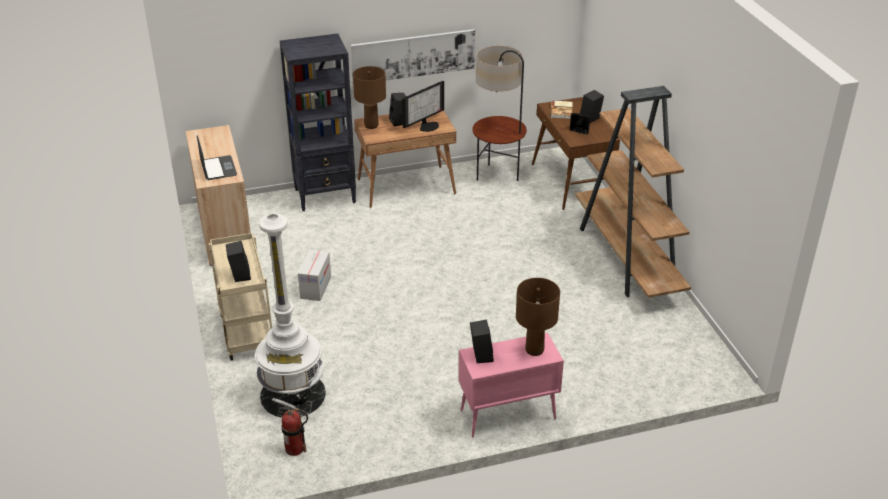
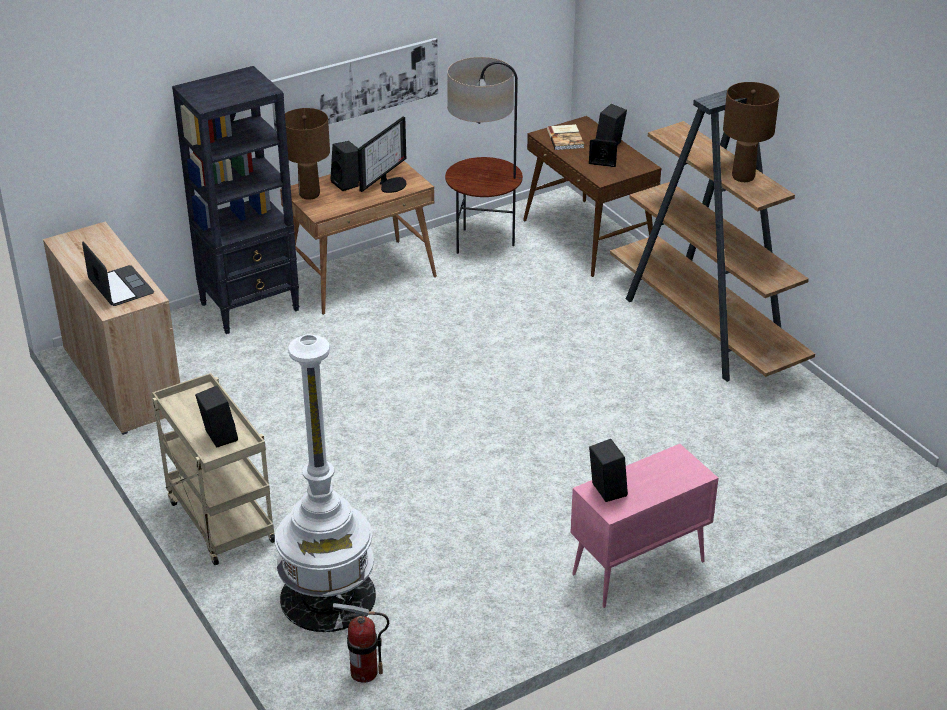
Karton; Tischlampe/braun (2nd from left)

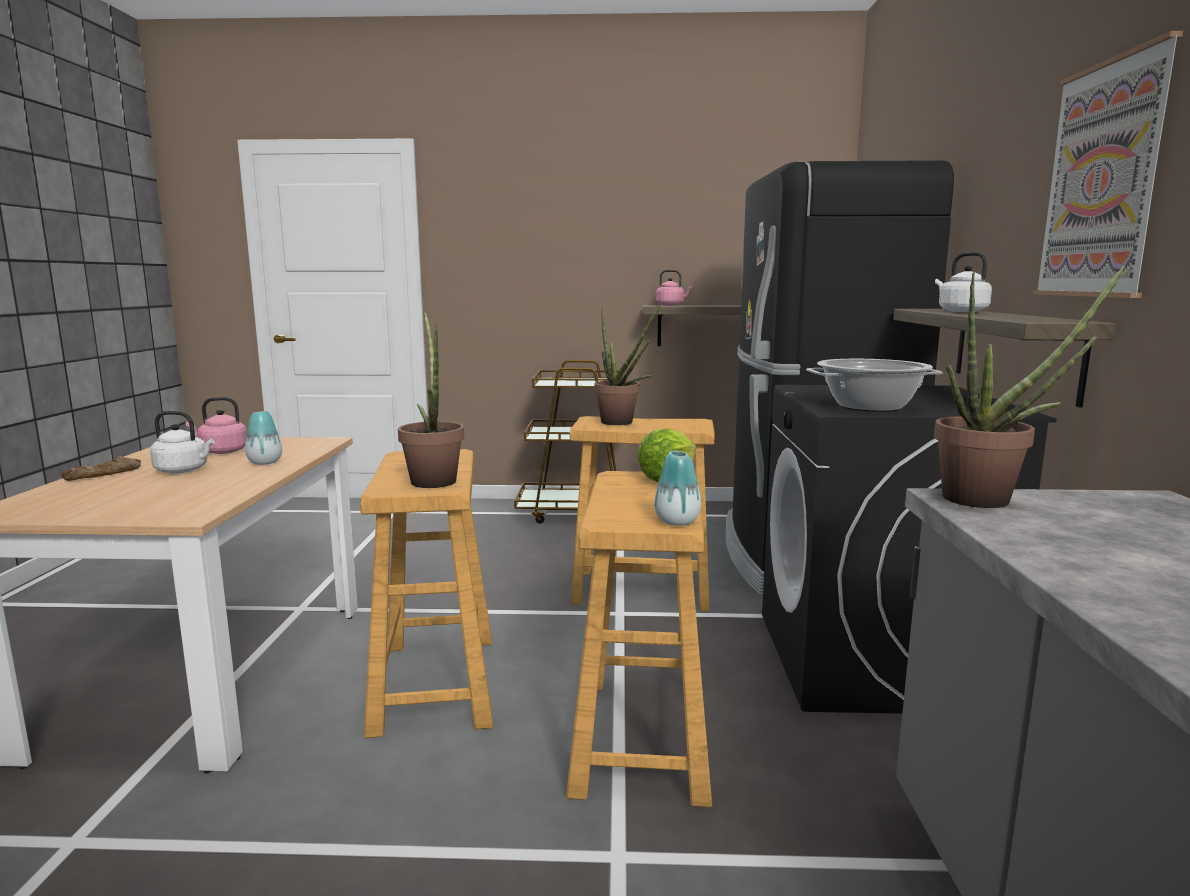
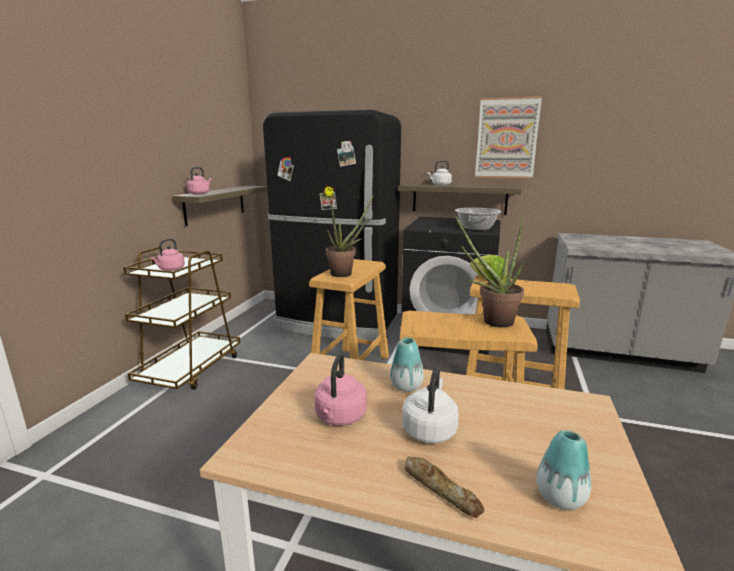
Topfpflanze (3rd from left in the first image); Vase (2nd from left); Wasserkessel/rosa (1st from left)

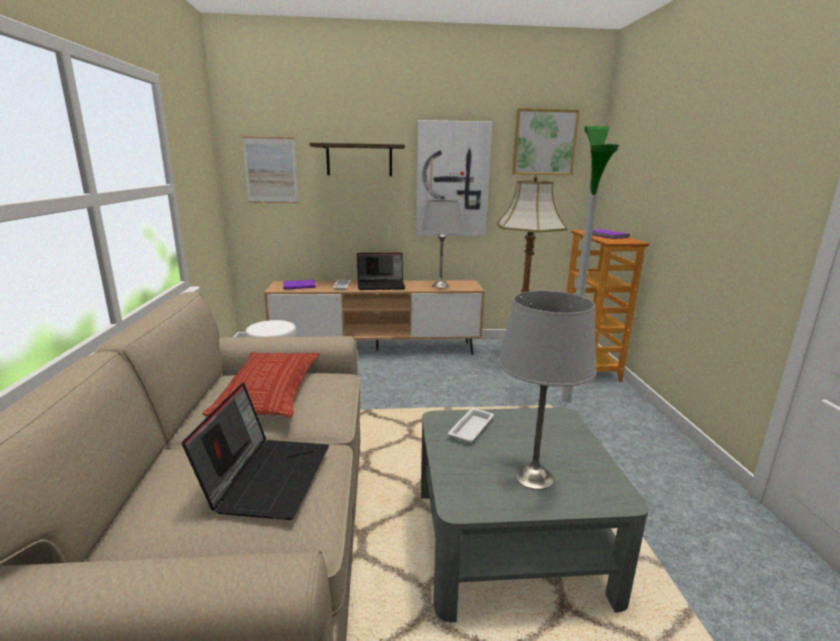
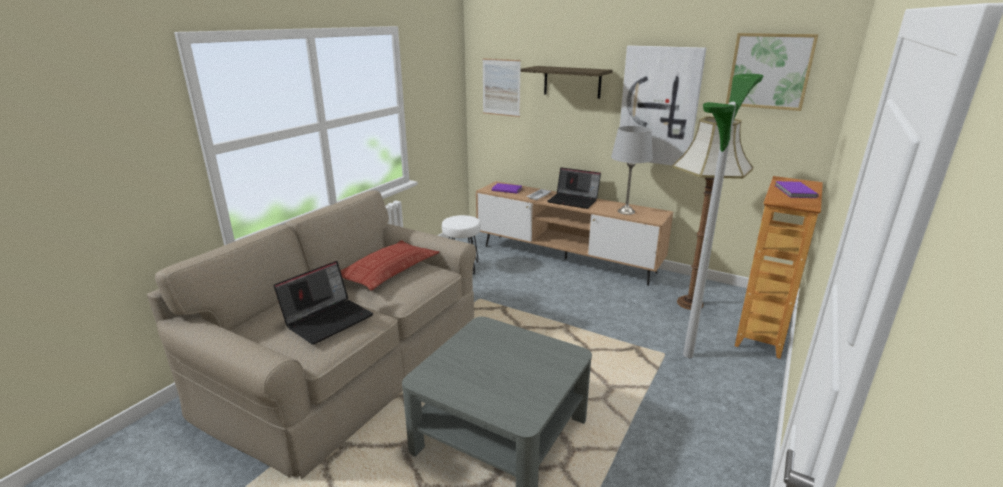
Tischlampe/grau (2nd from left in the first image); Tablett/weiß (2nd from left in the first image)

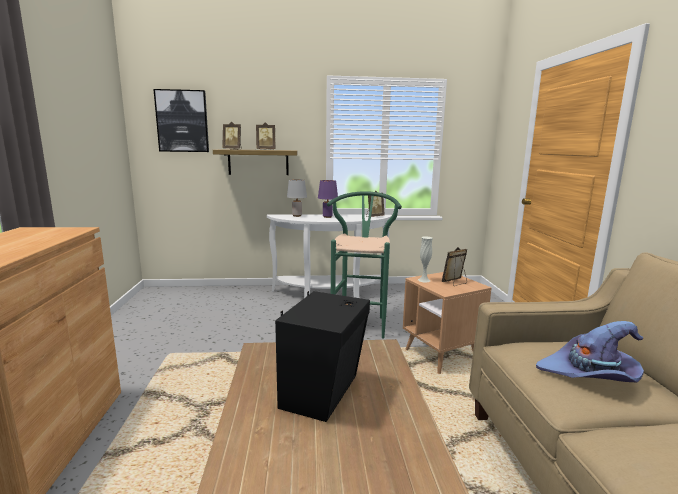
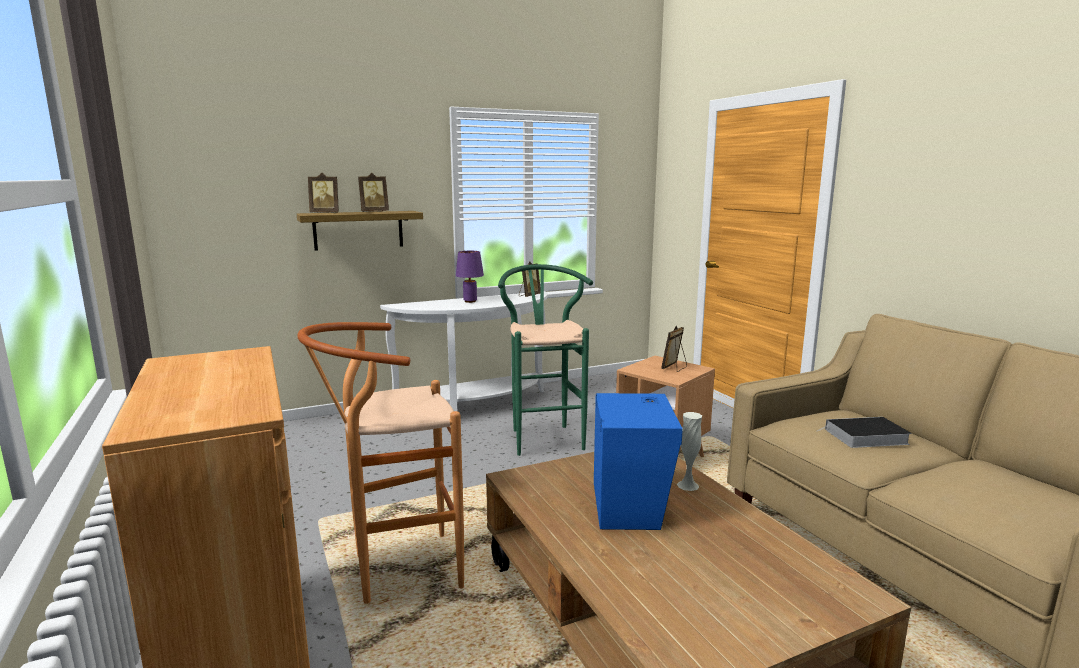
Bild; Tischlampe/grau; Vase/weiß; Lautsprecher/blau; Buch; Hocker/braun

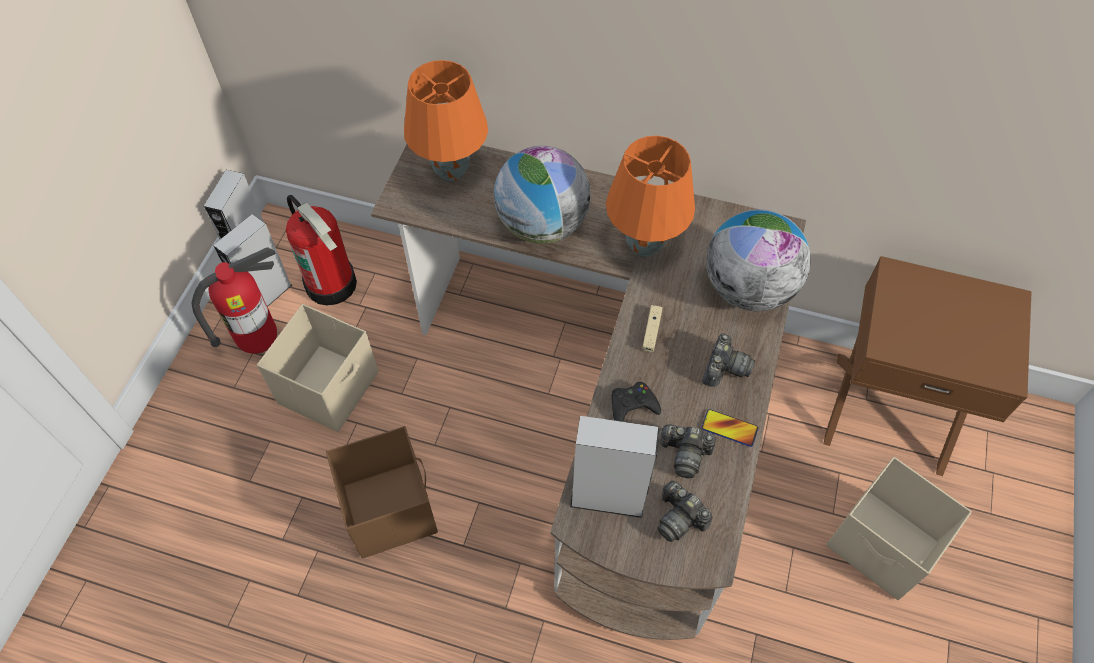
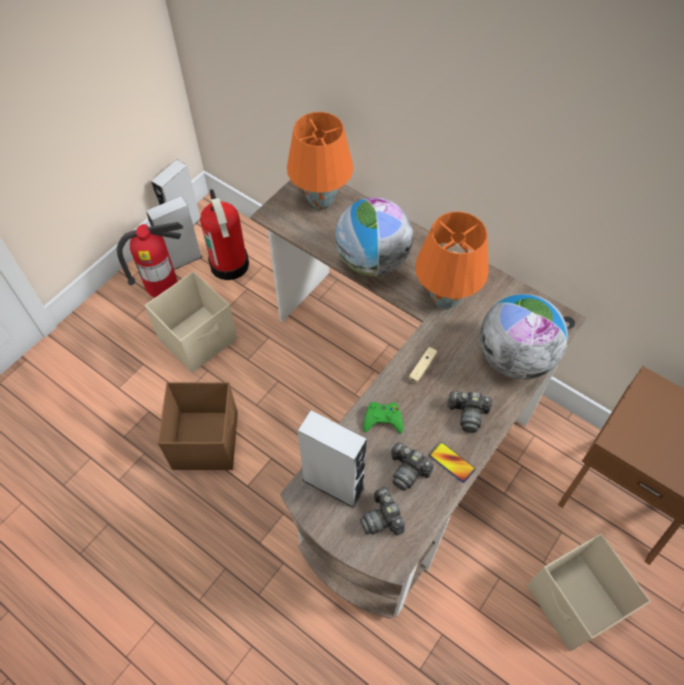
Kamera (3rd from left); Gamepad/grün

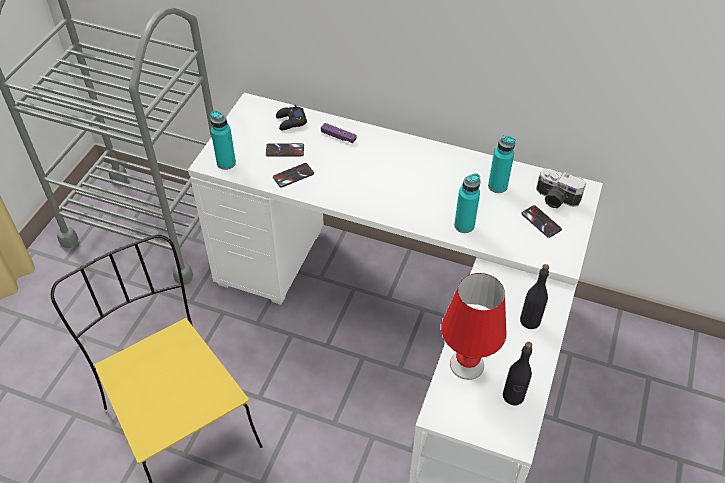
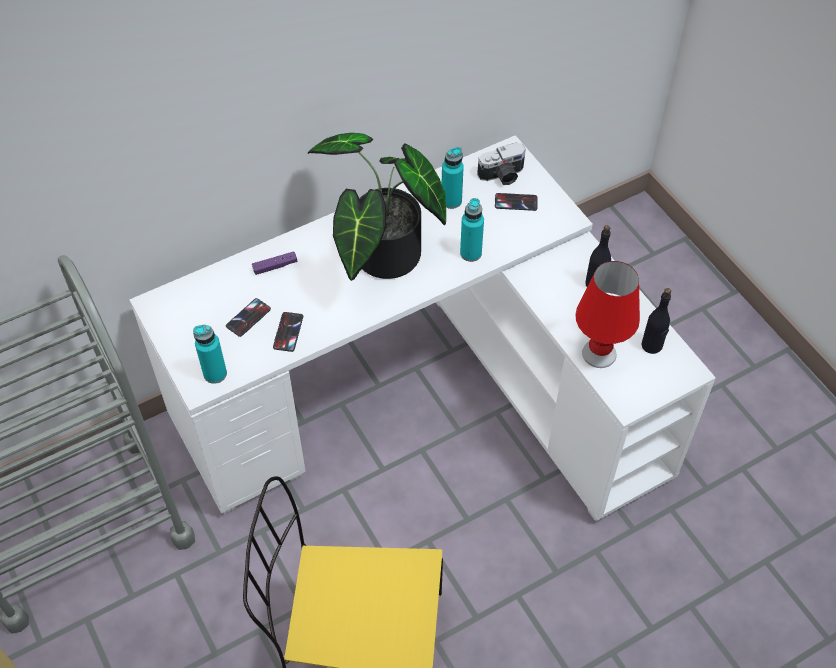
Gamepad/schwarz; Topfpflanze

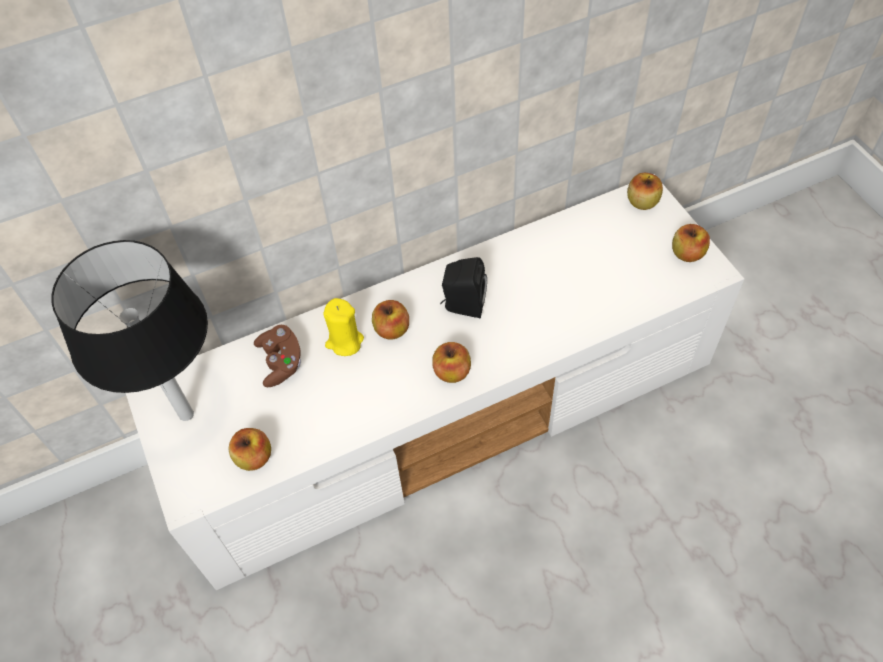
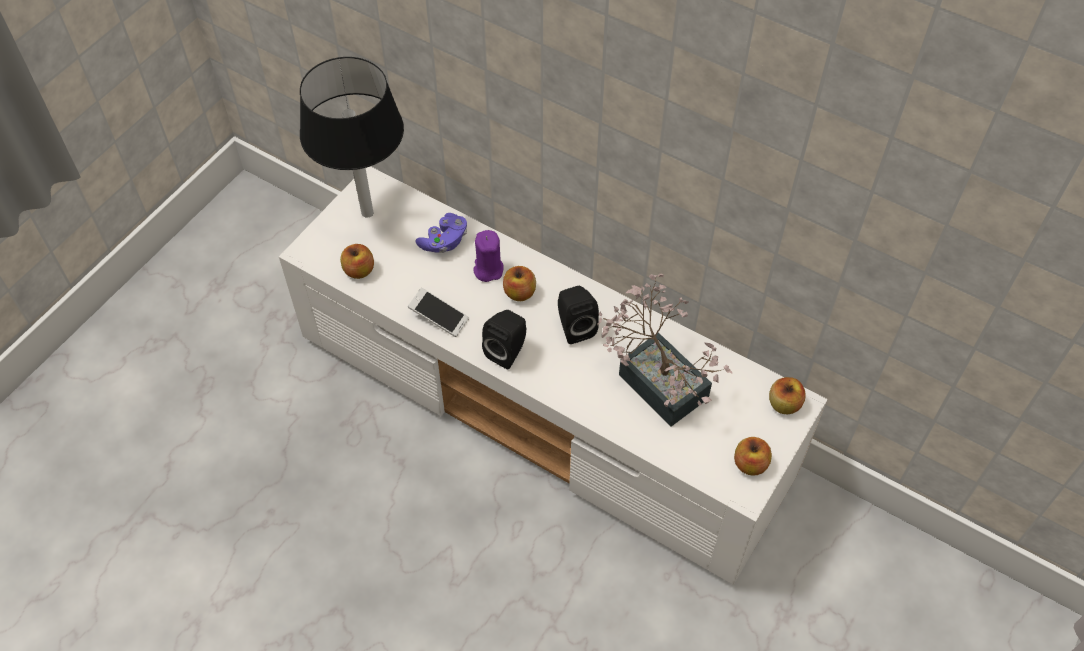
Kerze/lila; Gamepad/lila; Lautsprecher/schwarz (1st from left); Topfpflanze; Handy

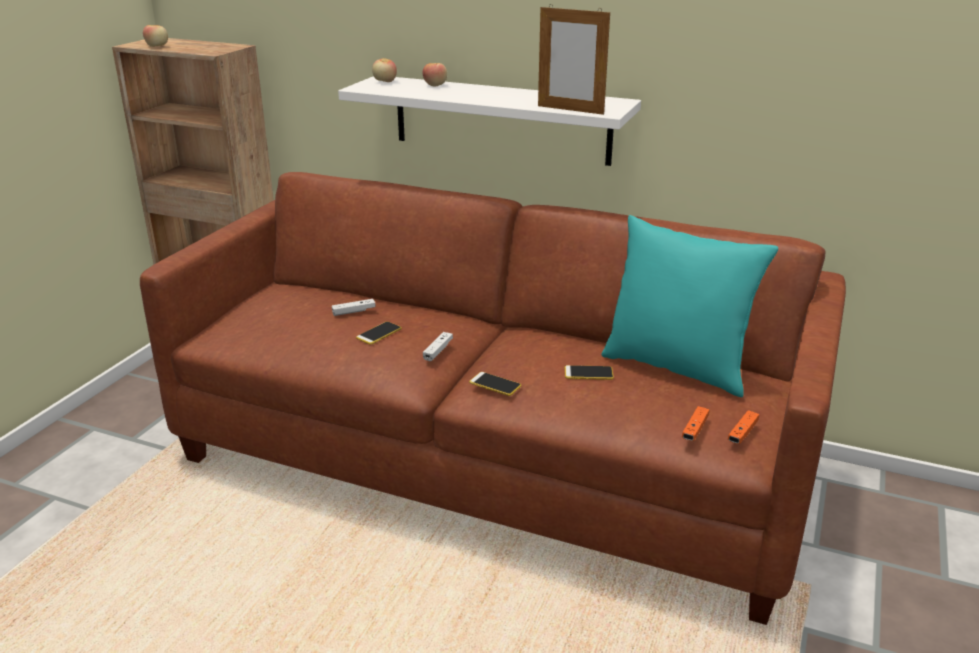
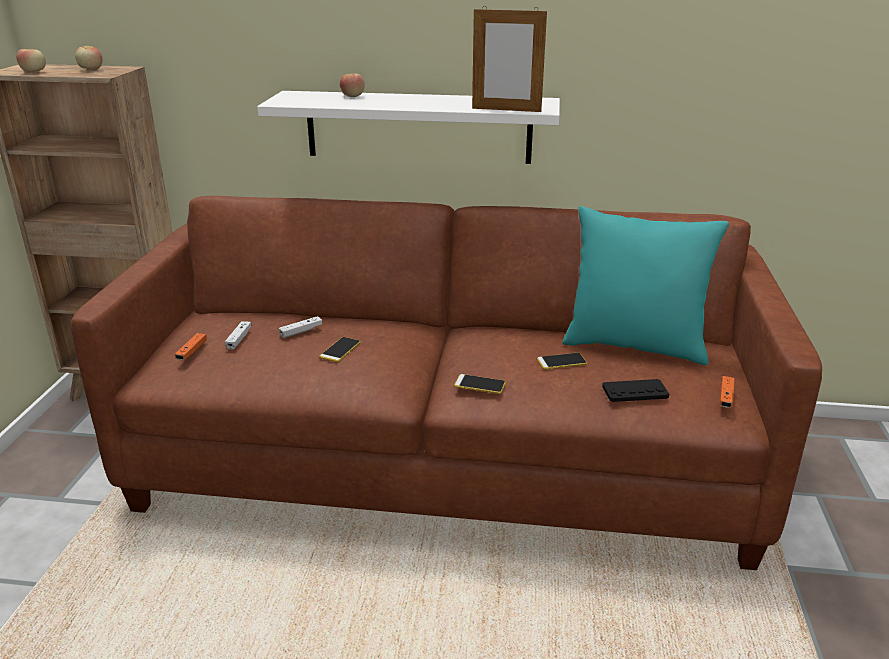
Apfel (2nd from left); Gamepad/weiß (1st from left); Gamepad/orange (1st from left); Gamepad/schwarz

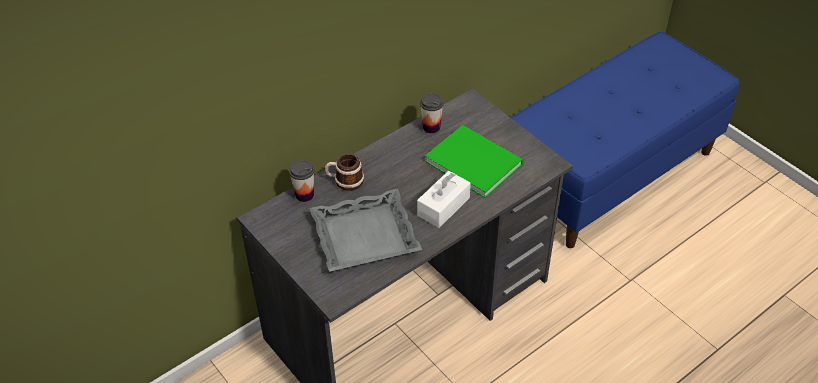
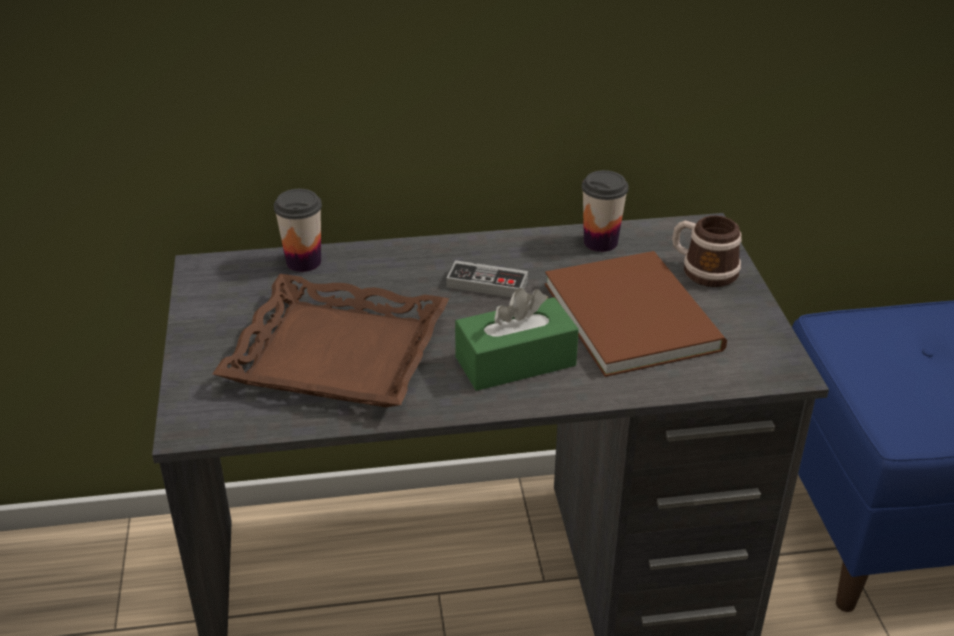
Buch/braun; Henkelbecher; Taschentuchbox/grün; Tablett/braun; Gamepad

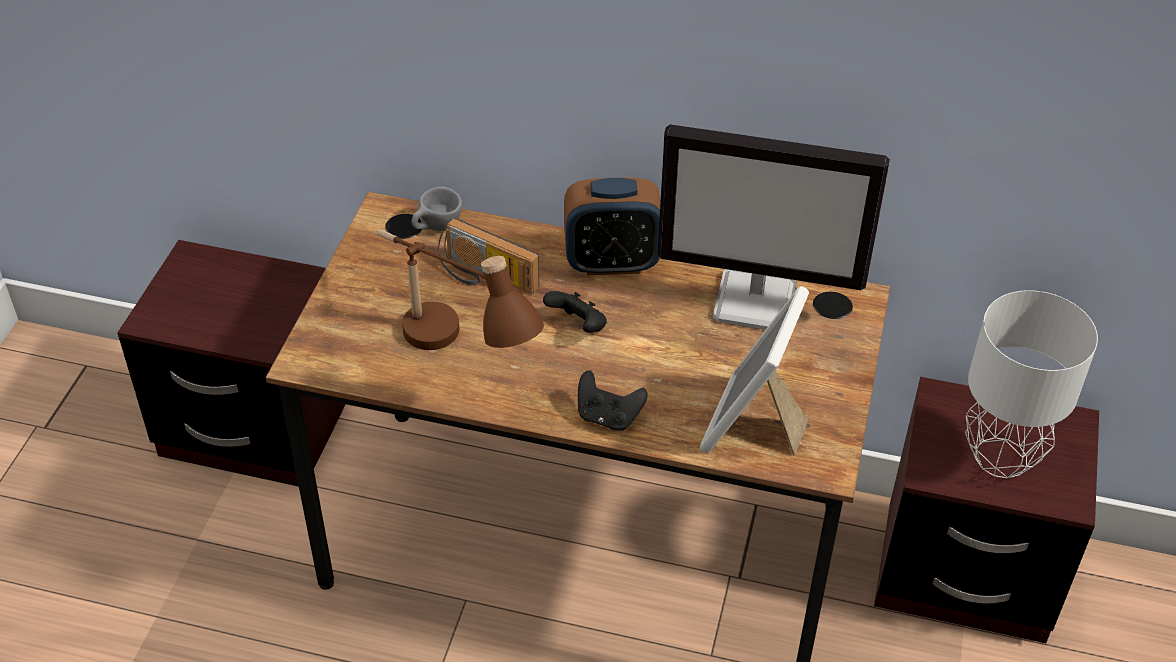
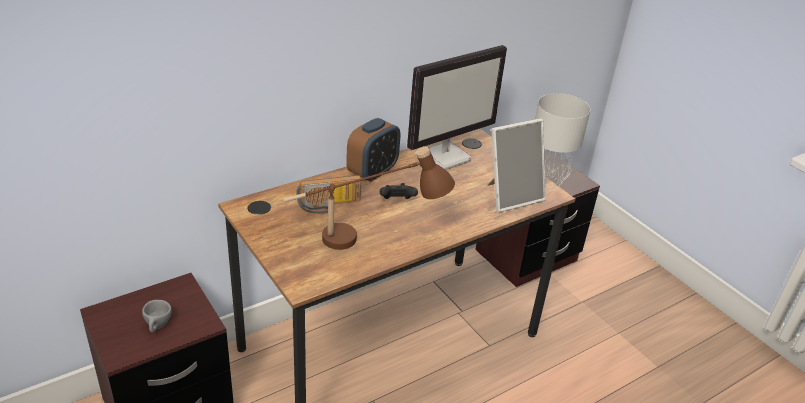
Tasse/grau; Bilderrahmen; Gamepad/schwarz (2nd from left in the first image)

